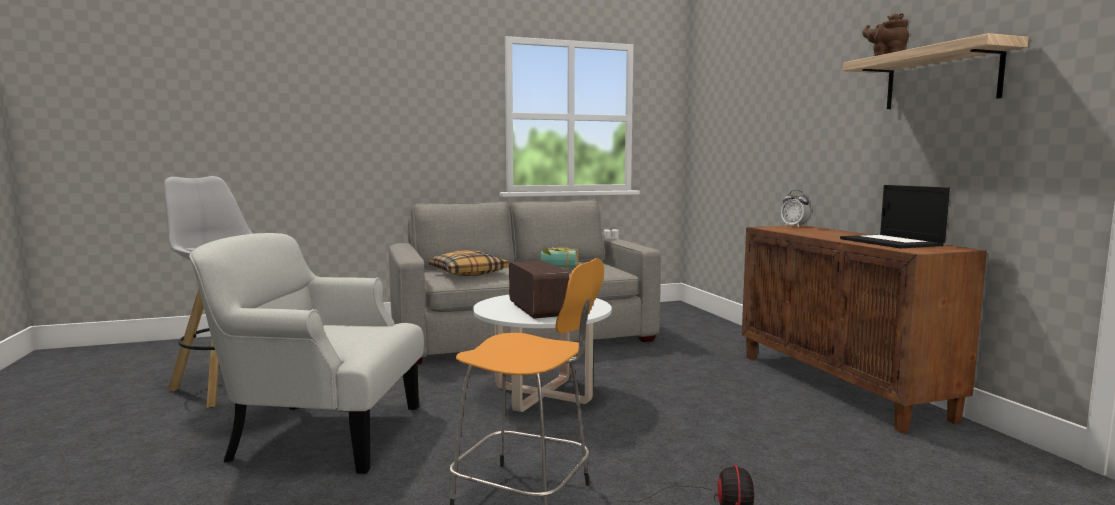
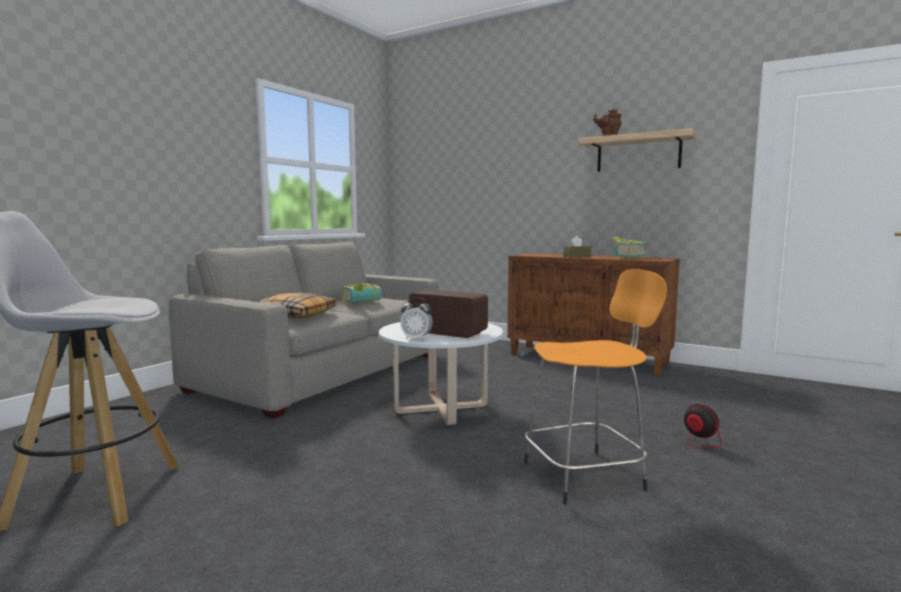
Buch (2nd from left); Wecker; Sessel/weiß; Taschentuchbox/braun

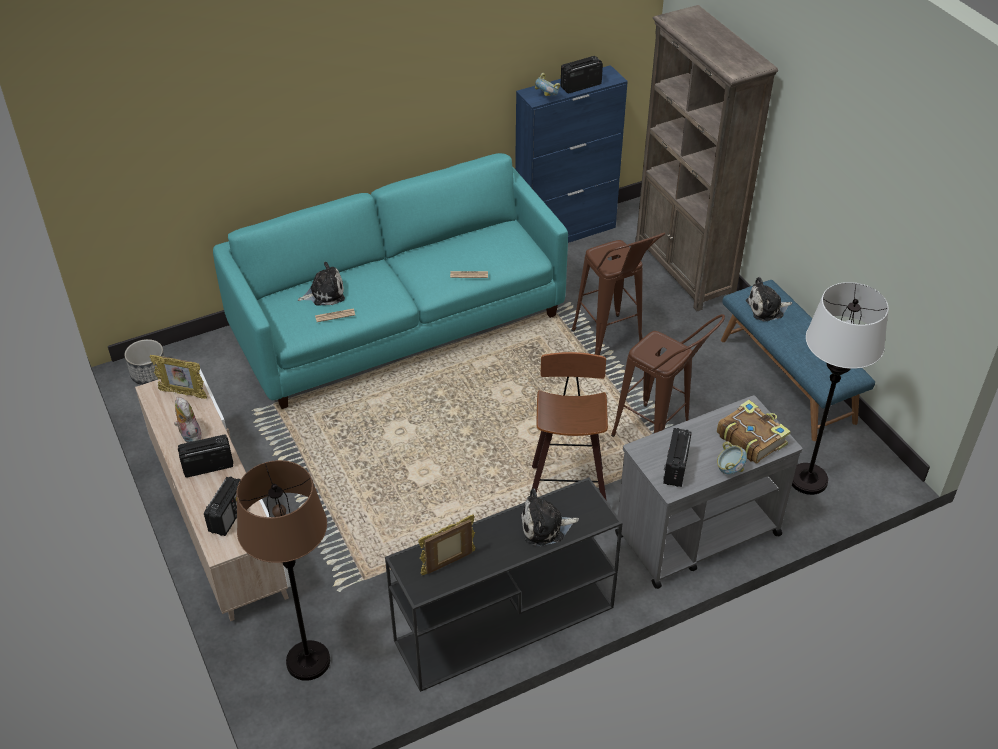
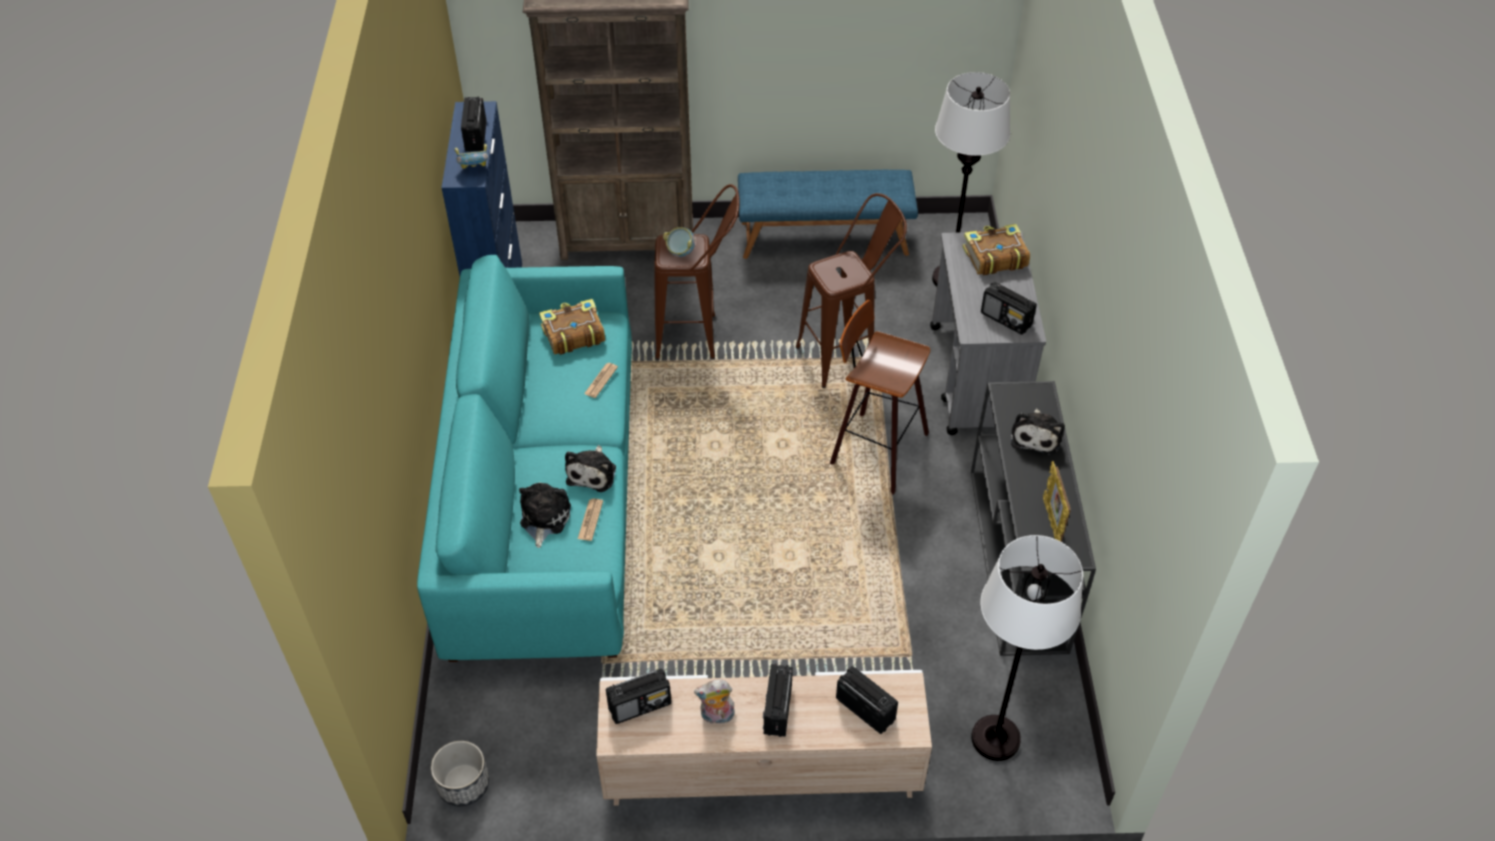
Plüschtier (2nd from left); Radio (2nd from left); Schüssel (2nd from left); Stehlampe/weiß (2nd from left); Buch (1st from left)

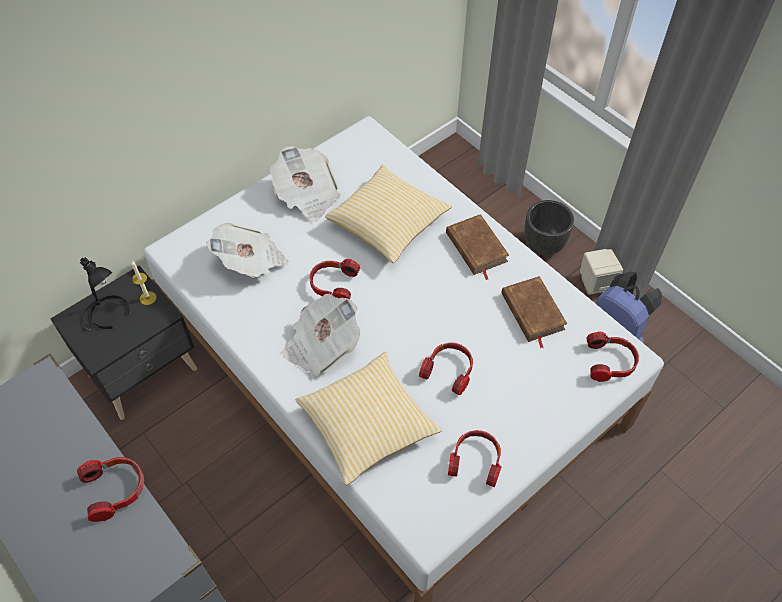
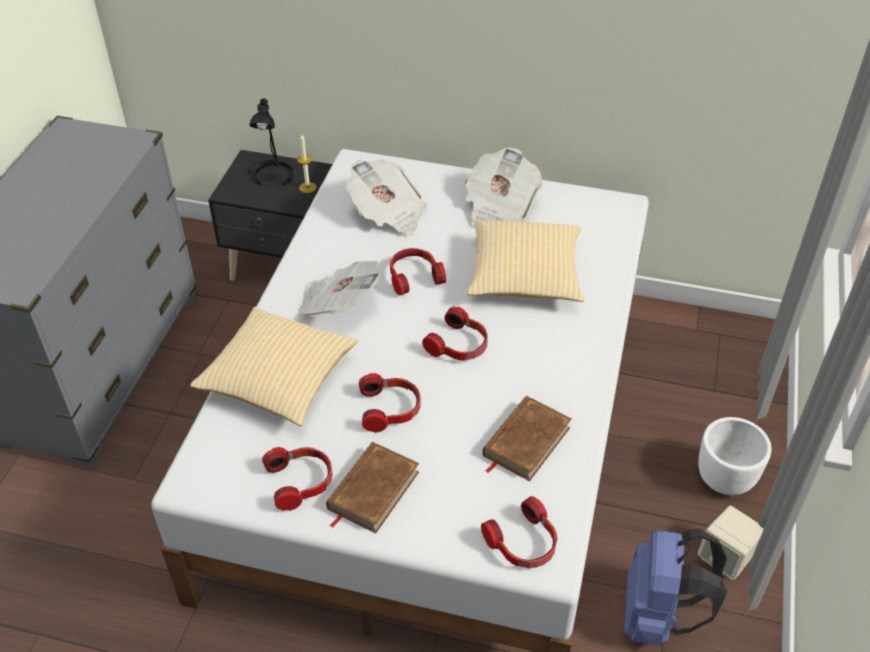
Pflanzkübel/weiß; Buch/braun (1st from left); Kopfhörer (4th from left)

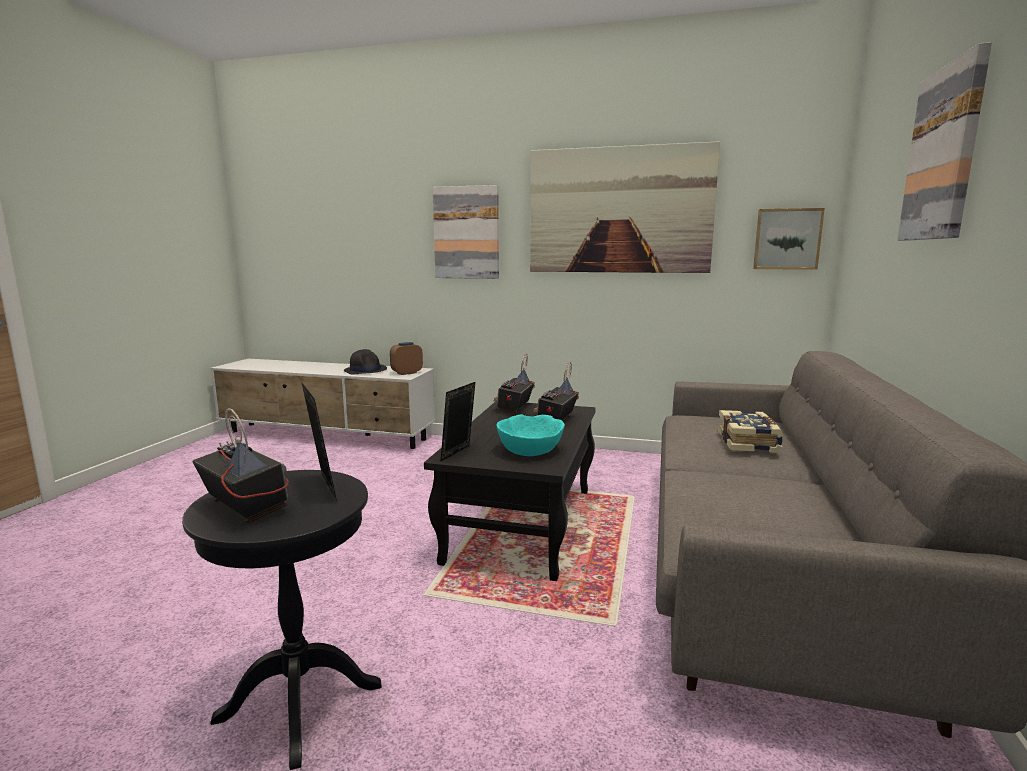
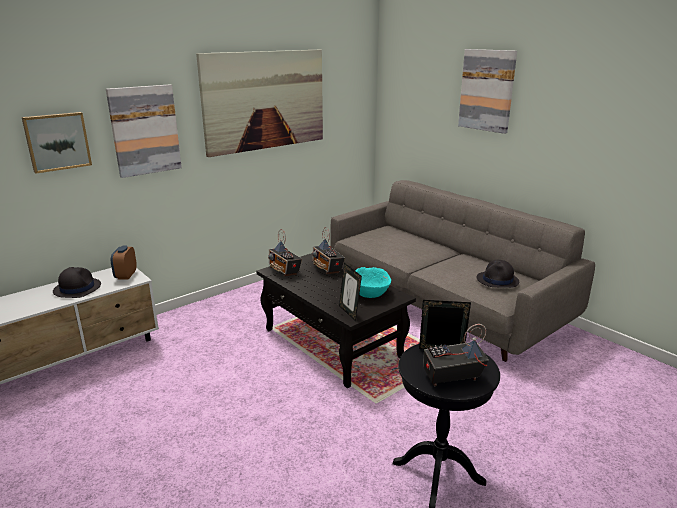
Bild (1st from left); Buch; Hut/schwarz (2nd from left)

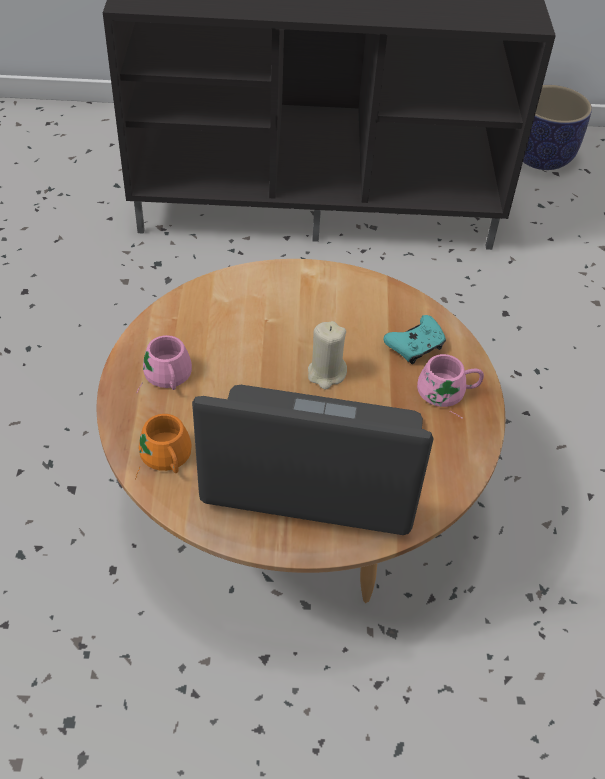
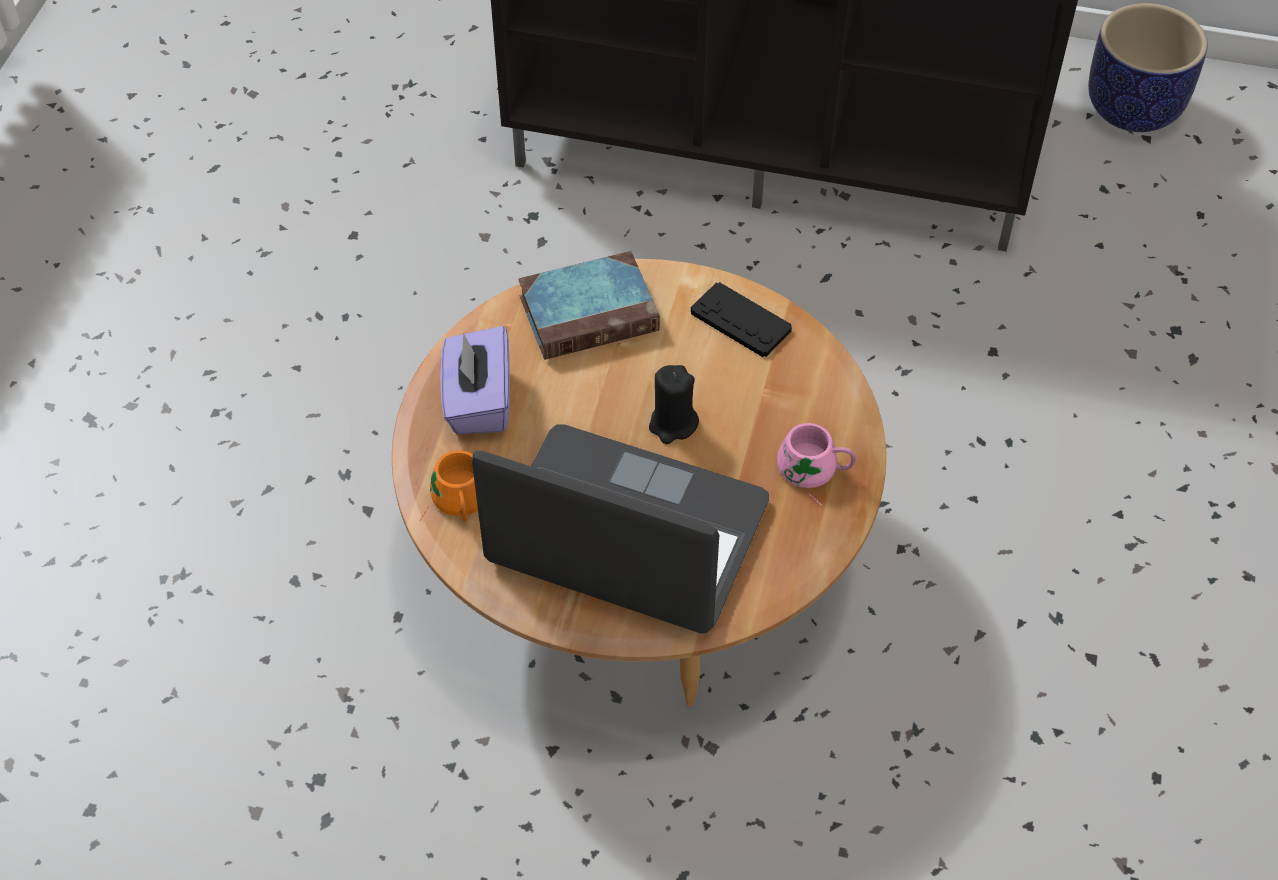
Gamepad/türkis; Kerze/schwarz; Taschentuchbox/lila; Buch; Gamepad/schwarz

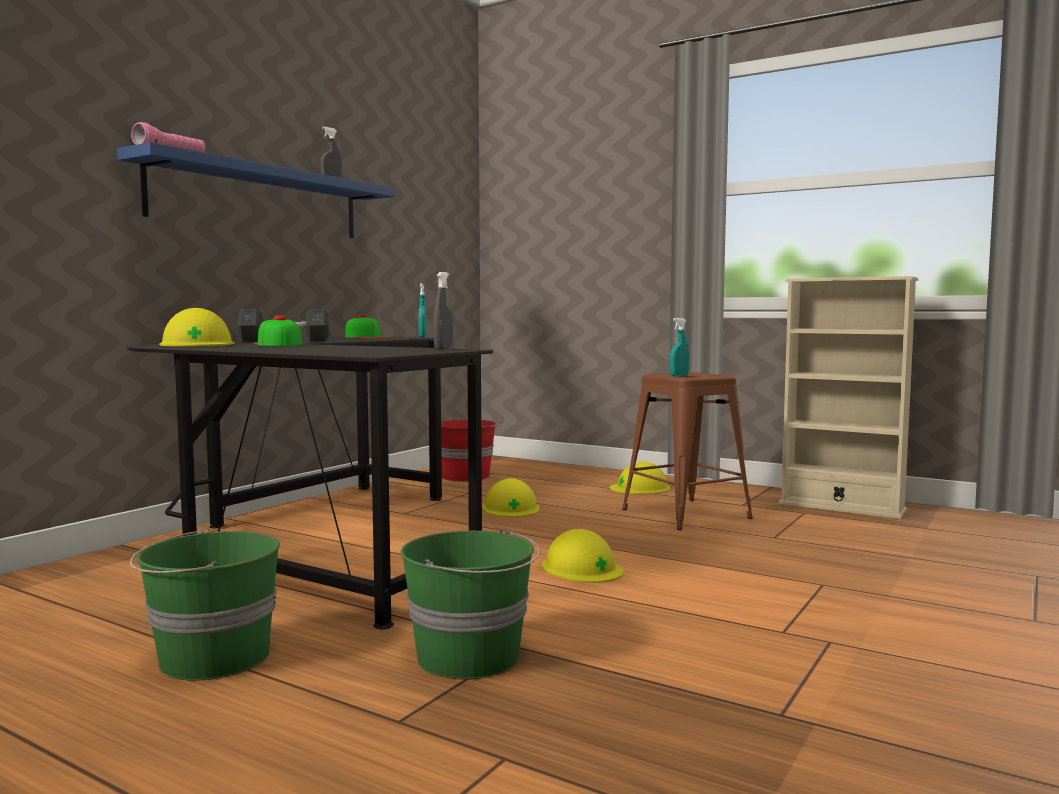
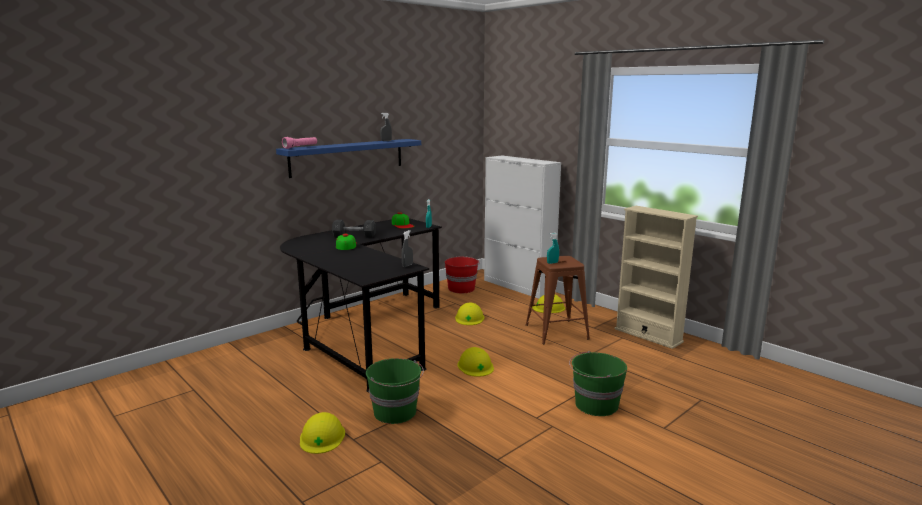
Schutzhelm/gelb (1st from left); Eimer/grün (2nd from left); Schrank/weiß

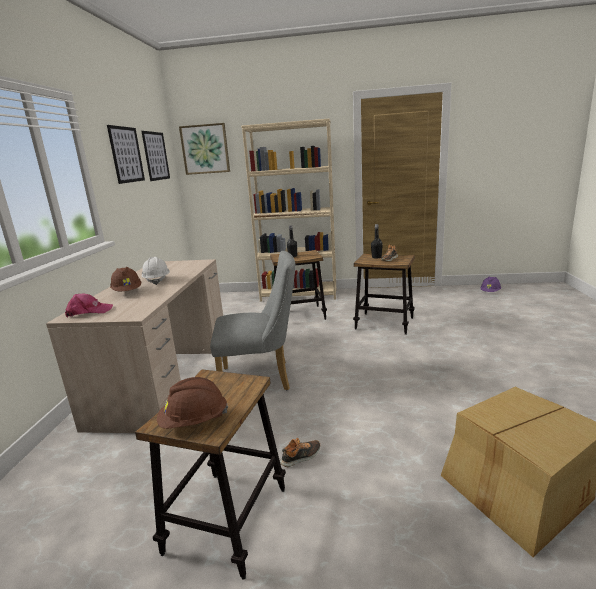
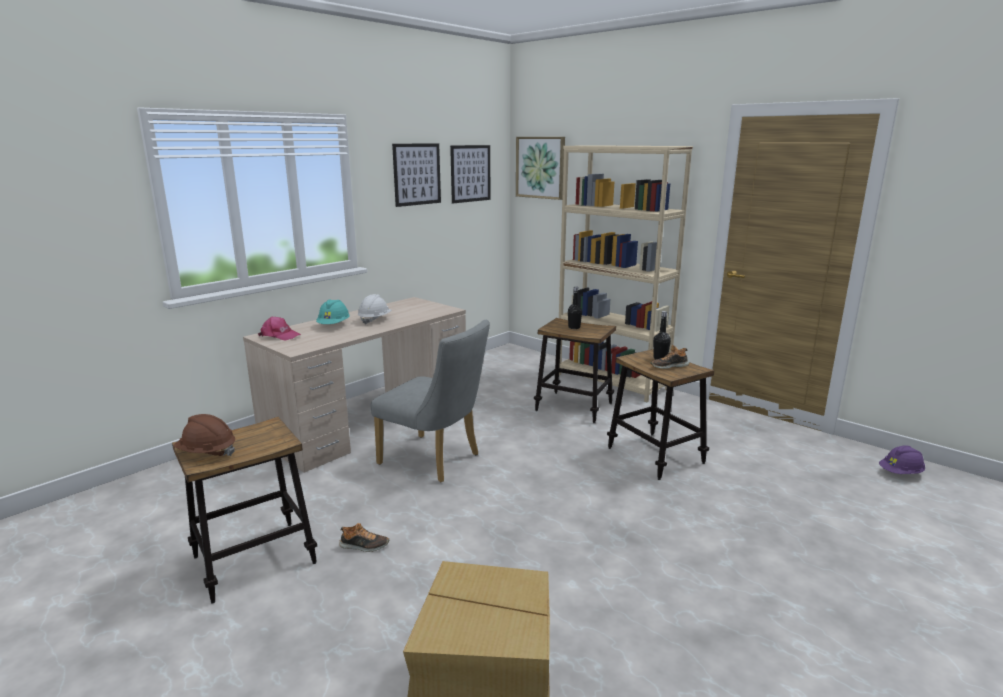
Schutzhelm/türkis

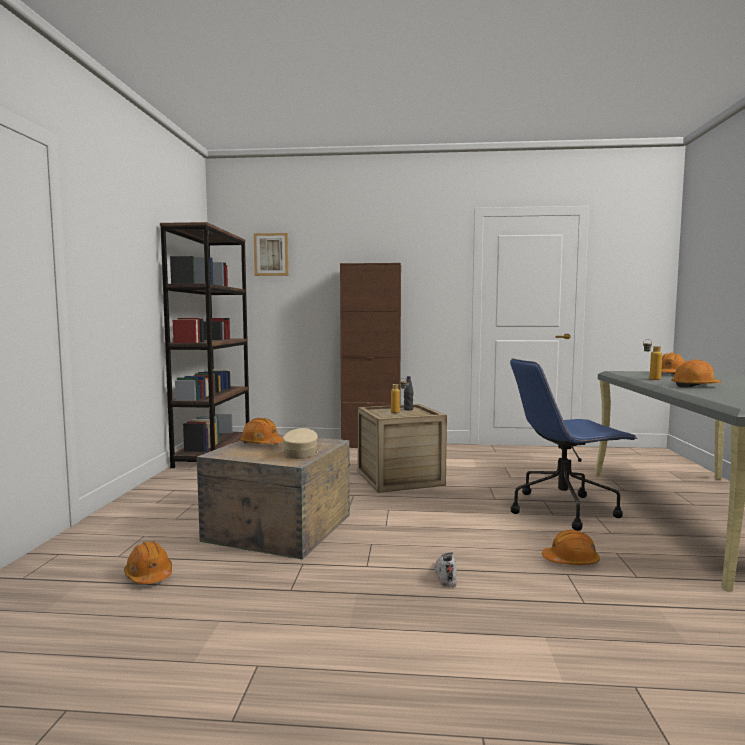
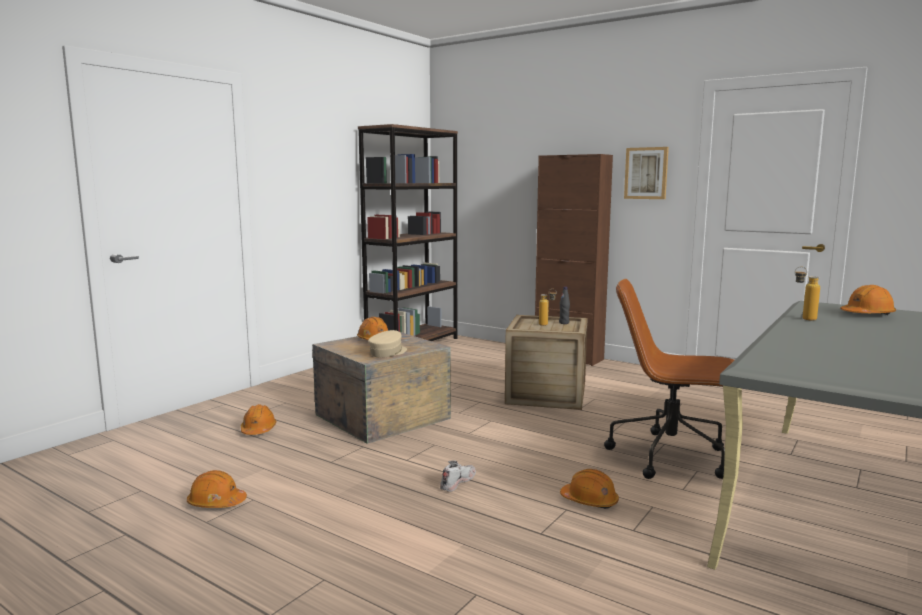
Bild; Bürostuhl/braun; Schutzhelm/orange (1st from left)

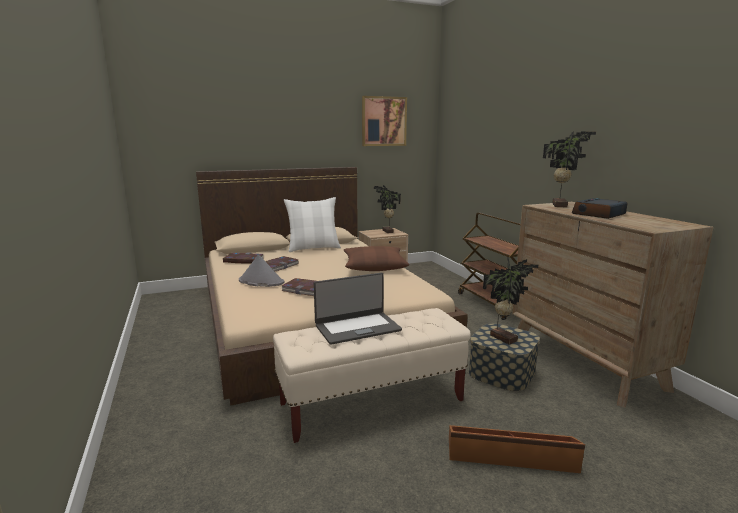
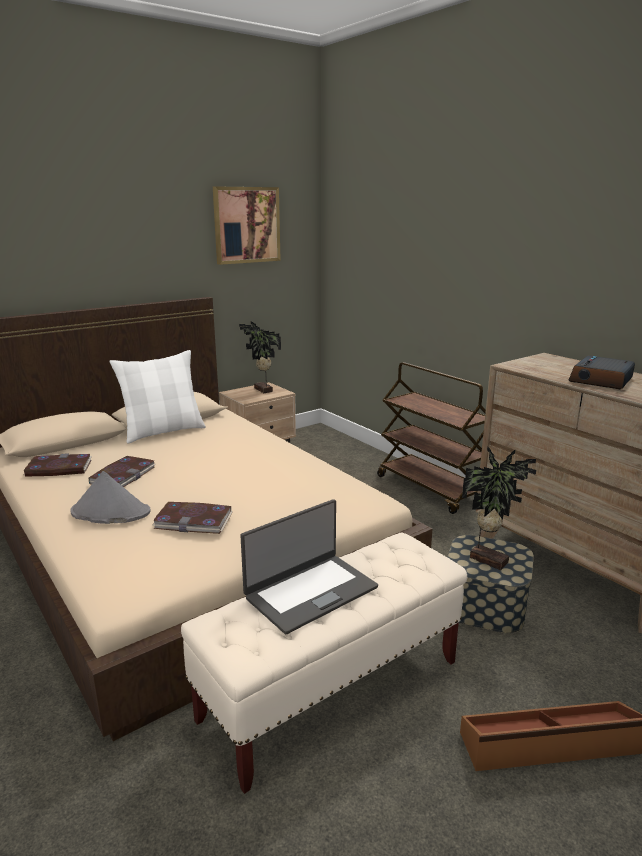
Topfpflanze (3rd from left in the first image); Kissen/braun

